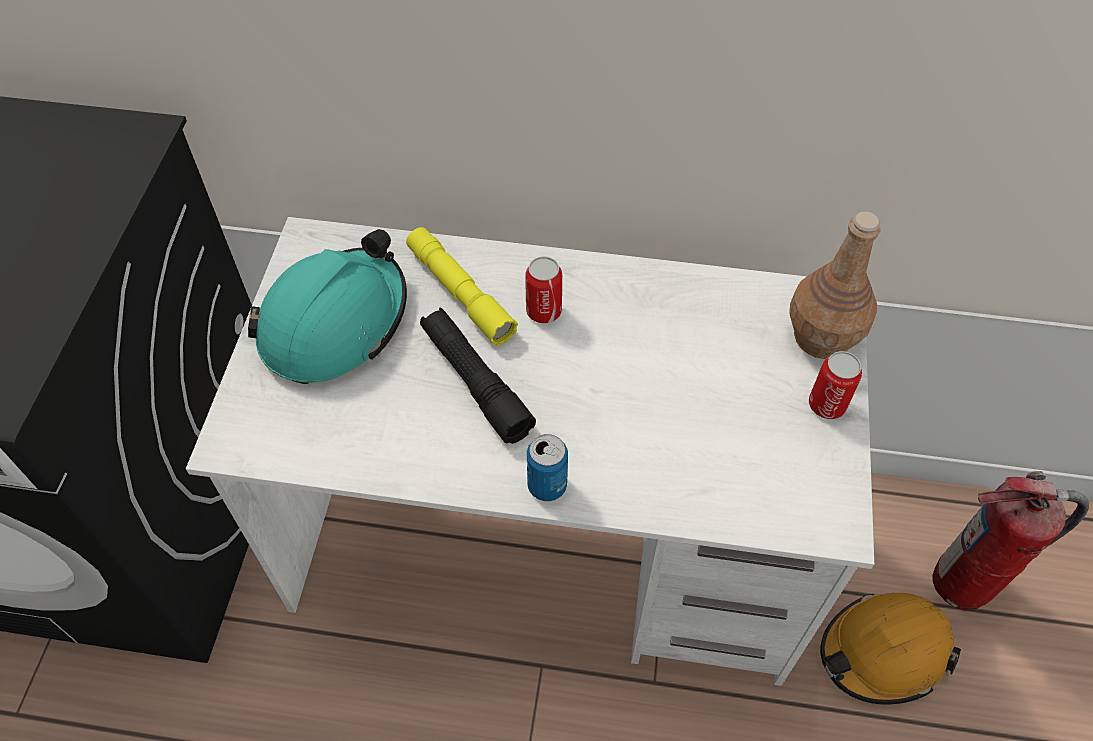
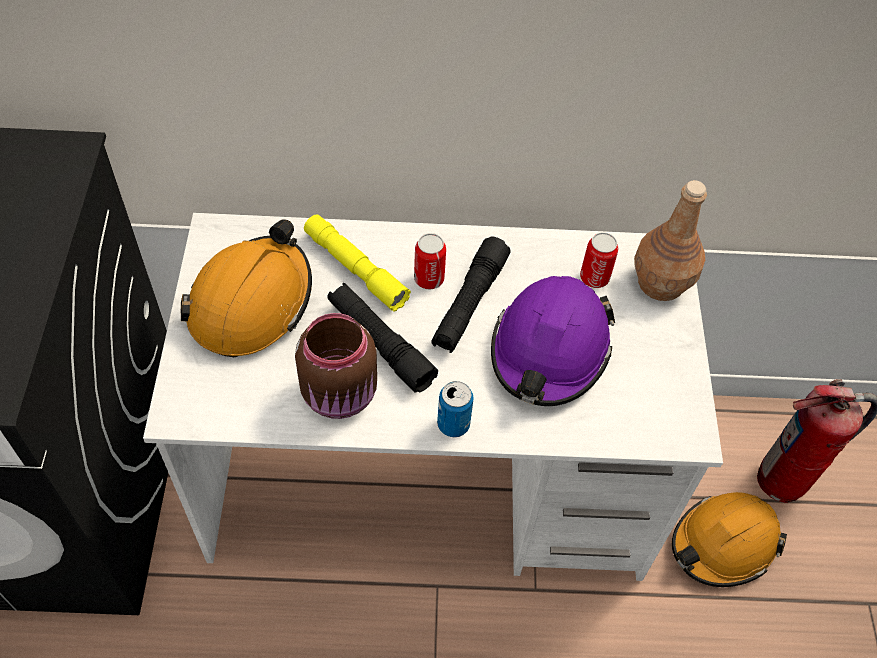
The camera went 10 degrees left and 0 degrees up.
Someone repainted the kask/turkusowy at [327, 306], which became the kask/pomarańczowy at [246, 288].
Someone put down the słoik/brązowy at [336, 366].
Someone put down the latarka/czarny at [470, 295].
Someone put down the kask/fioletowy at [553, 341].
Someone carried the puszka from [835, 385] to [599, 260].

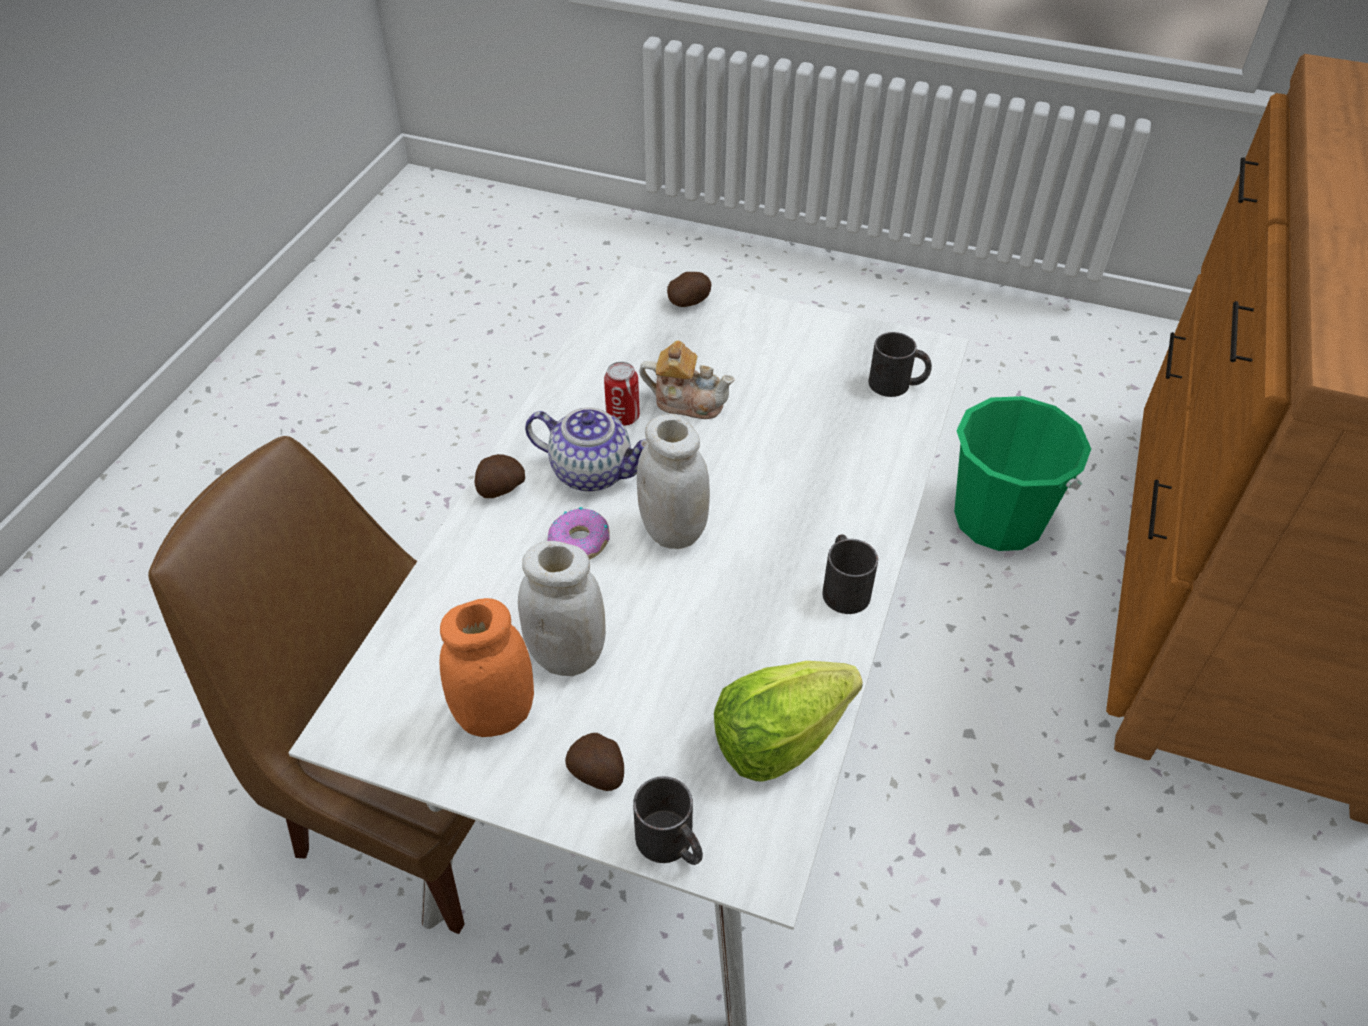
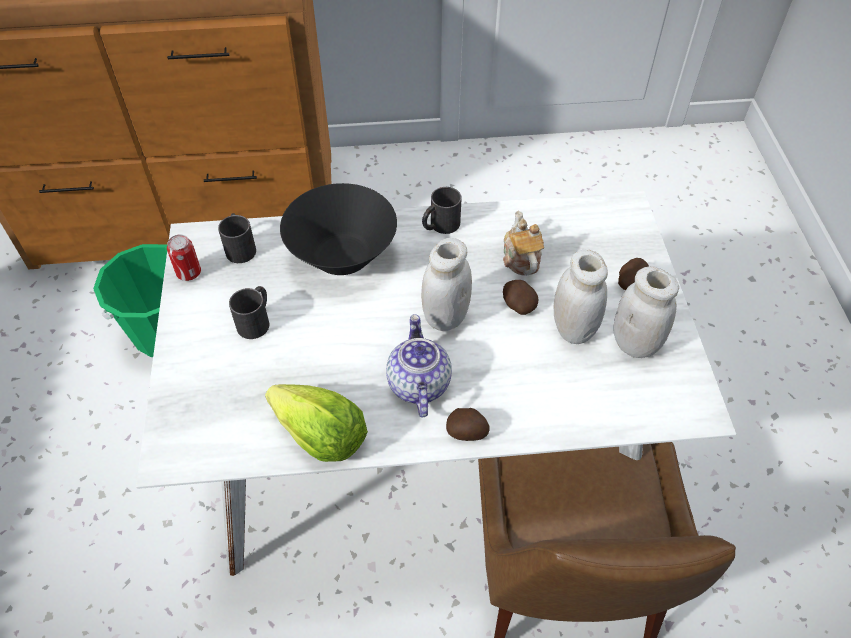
The camera went 115 degrees left and 5 degrees up.
Someone carried the puszka from [622, 394] to [184, 257].
Someone carried the kubek/czarny from [668, 820] to [249, 312].
Someone carried the sałata from [788, 721] to [316, 423].
Someone put down the miska/czarny at [338, 229].
Someone carried the imbryk from [687, 380] to [523, 243].
Someone carried the ziemniak from [689, 289] to [520, 297].
Someone repainted the słoik/pomarańczowy at [487, 667], which became the słoik/biały at [646, 312].
Someone took away the donut at [579, 533].

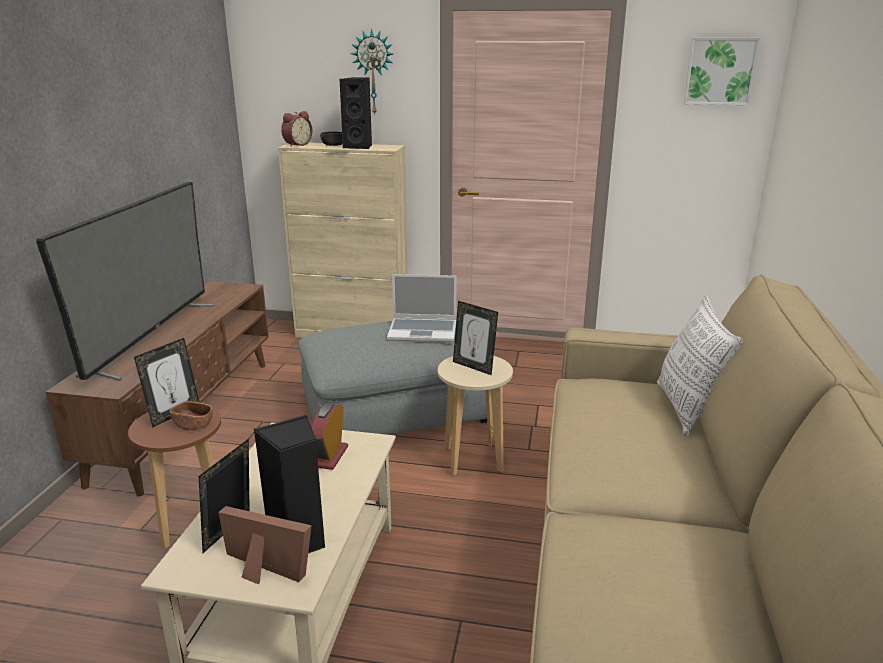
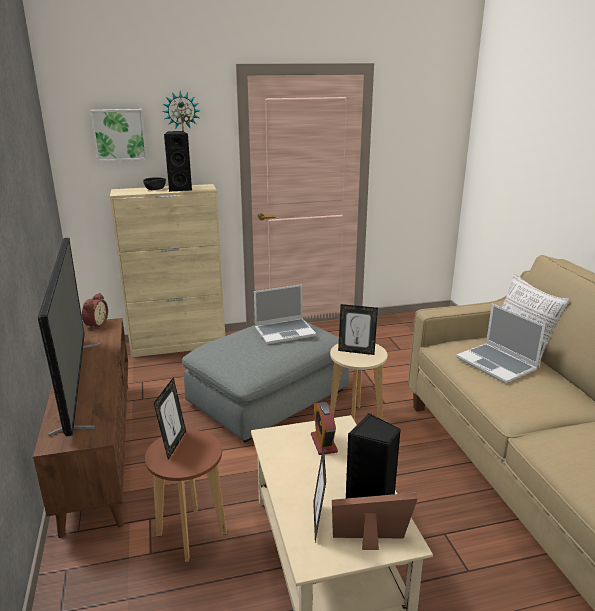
The camera went 25 degrees left and 0 degrees up.
Someone carried the budzik from [296, 129] to [95, 311].
Someone carried the obraz from [721, 71] to [118, 135].
Someone put down the laptop at [500, 343].
Someone took away the miska/brązowy at [191, 416].

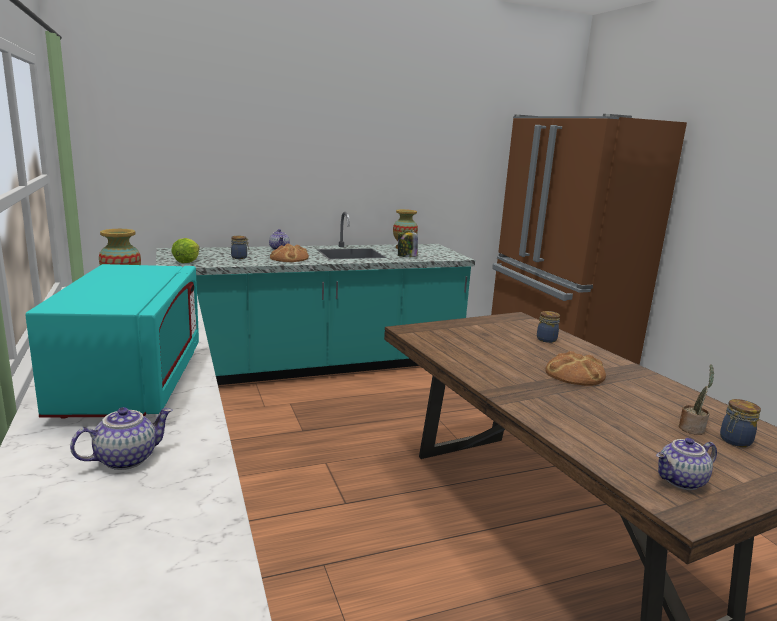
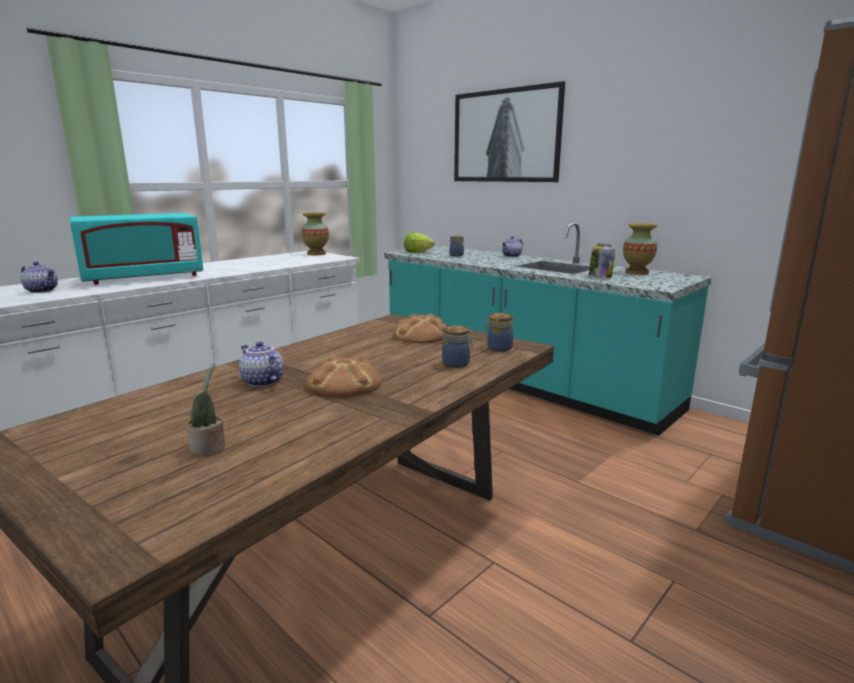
The camera went 65 degrees right and 0 degrees up.
Someone carried the imbryk from [686, 464] to [261, 364].
Someone carried the chleb from [289, 253] to [420, 328].
Someone put up the obraz at [509, 131].
Someone carried the słoik from [740, 423] to [499, 332].

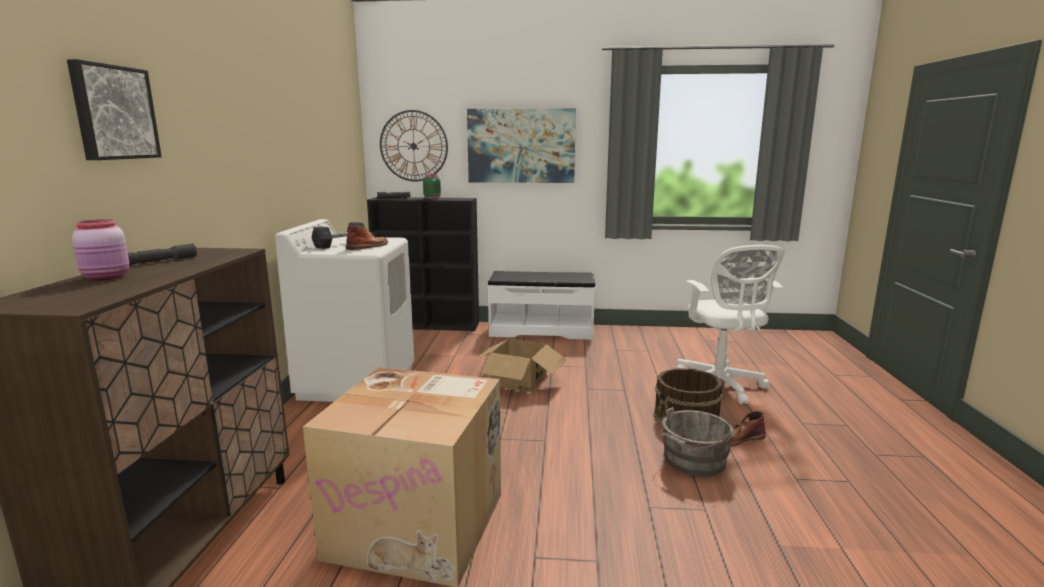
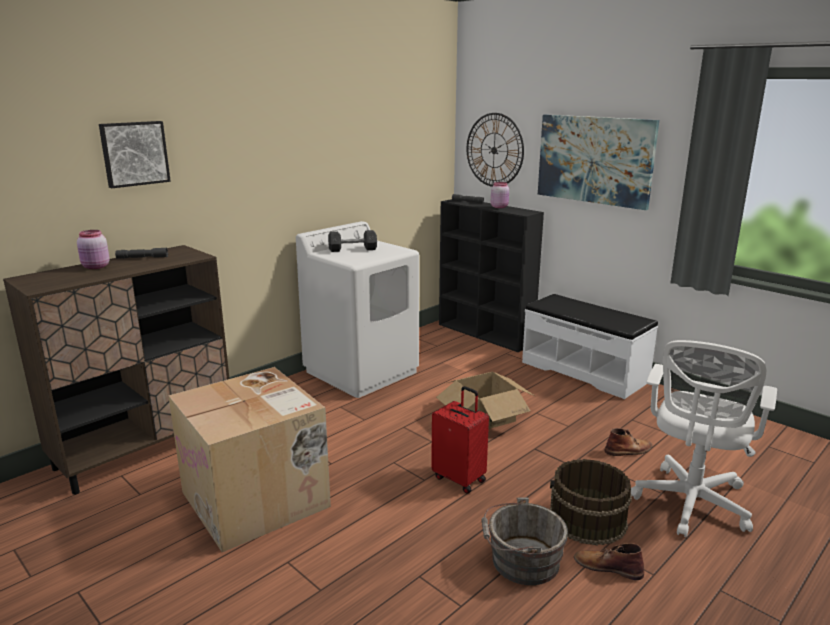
The camera went 40 degrees right and 5 degrees up.
Someone put down the walizka/czerwony at [460, 440].
Someone repainted the słoik/zielony at [432, 186], which became the słoik/różowy at [500, 195].
Someone carried the but z cholewką/brązowy from [367, 237] to [628, 442].

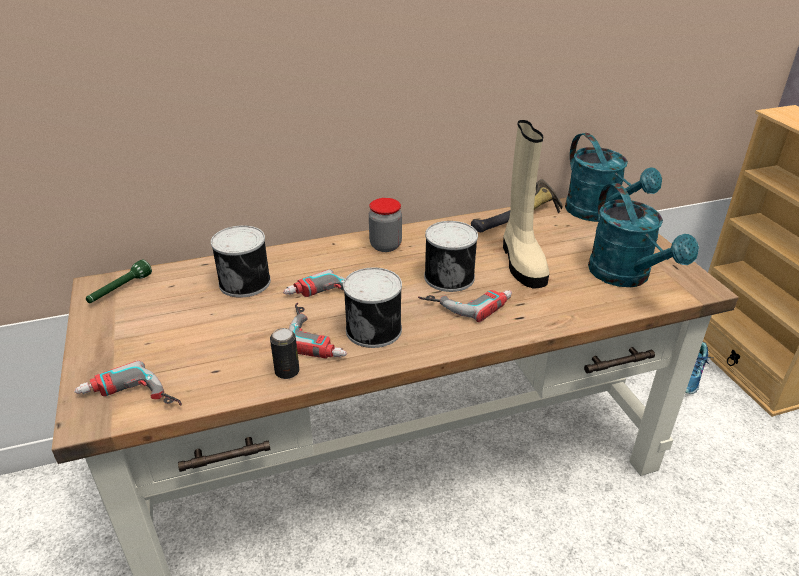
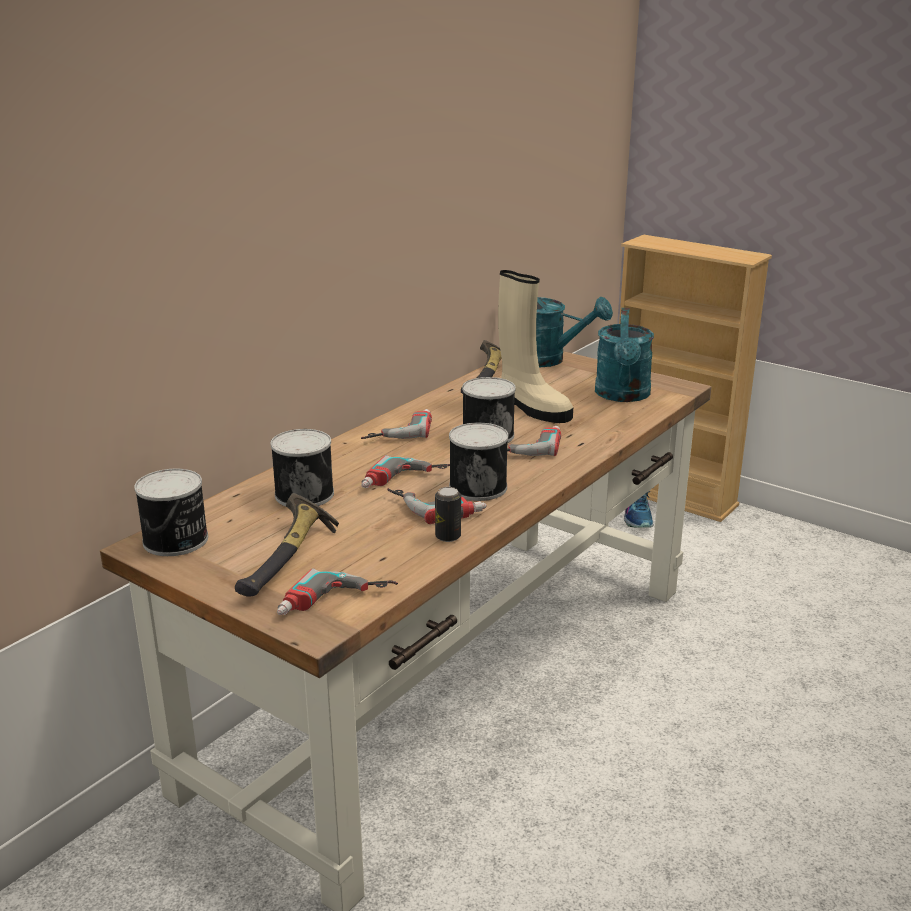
The camera went 35 degrees left and 10 degrees down.
Someone swapped the latarka/zielony at [119, 281] for the puszka at [171, 512].
Someone put down the młotek at [287, 545].
Someone swapped the słoik at [385, 225] for the wiertarka at [396, 424].
Someone rotated the konewka/turkusowy at [643, 235] by 60 degrees clockwise.

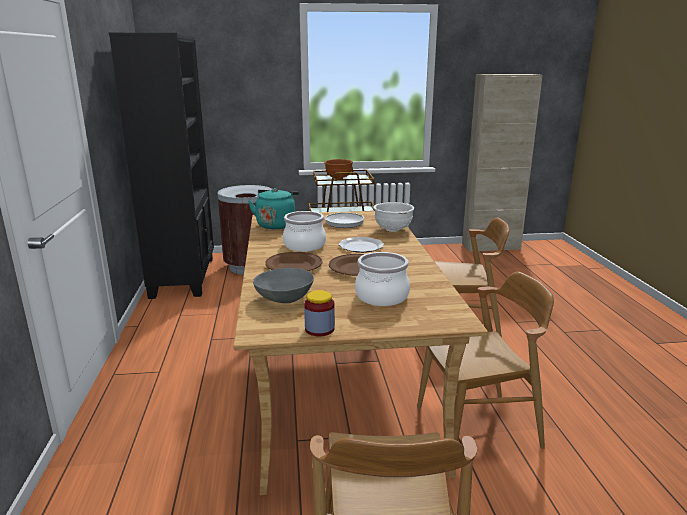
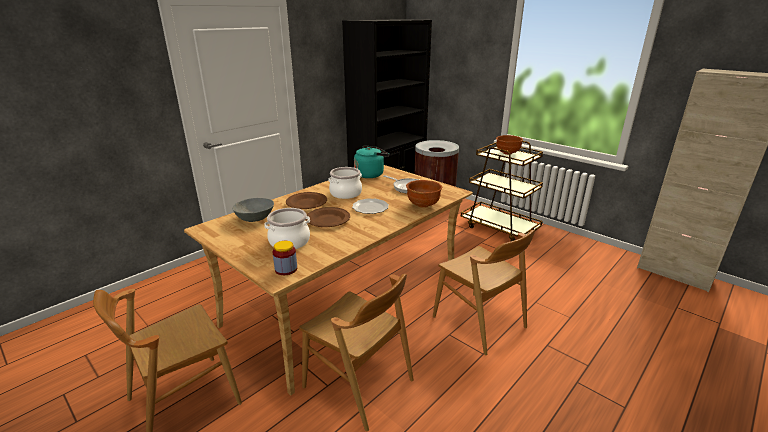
The camera went 50 degrees right and 5 degrees up.
Someone carried the słoik from [319, 313] to [285, 258].
Someone repainted the miska/biały at [393, 217], which became the miska/brązowy at [424, 194].

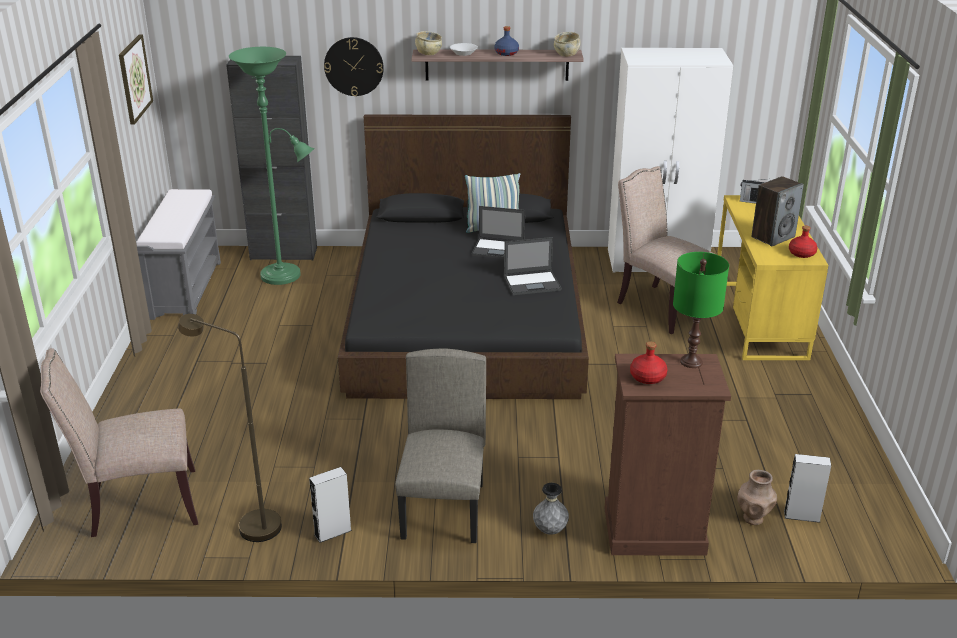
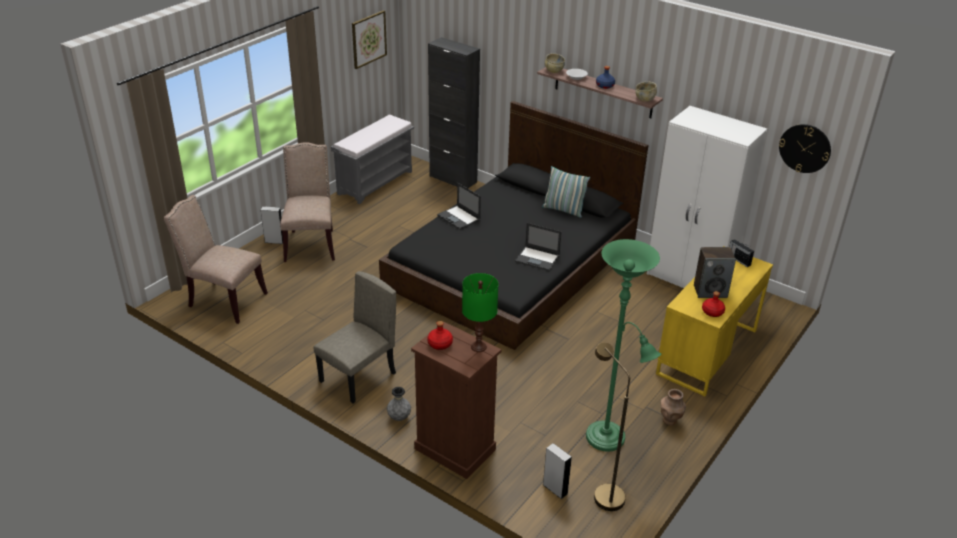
The camera went 35 degrees right and 5 degrees up.
Someone carried the głośnik/szary from [330, 505] to [272, 225].
Someone carried the krzesło/beżowy from [665, 250] to [307, 202].
Someone carried the laptop from [498, 232] to [459, 206].
Someone carried the lampa stojąca/zielony from [272, 166] to [623, 345].
Someone carried the lampa stojąca/brązowy from [230, 428] to [612, 426].
Someone carried the wazon/brązowy from [757, 497] to [673, 407].
Someone carried the zegar ścienny from [354, 66] to [805, 148].

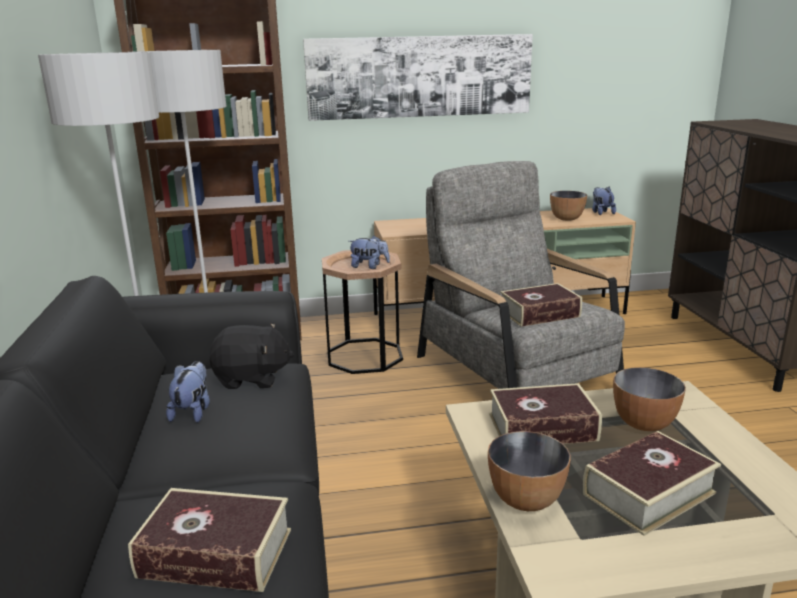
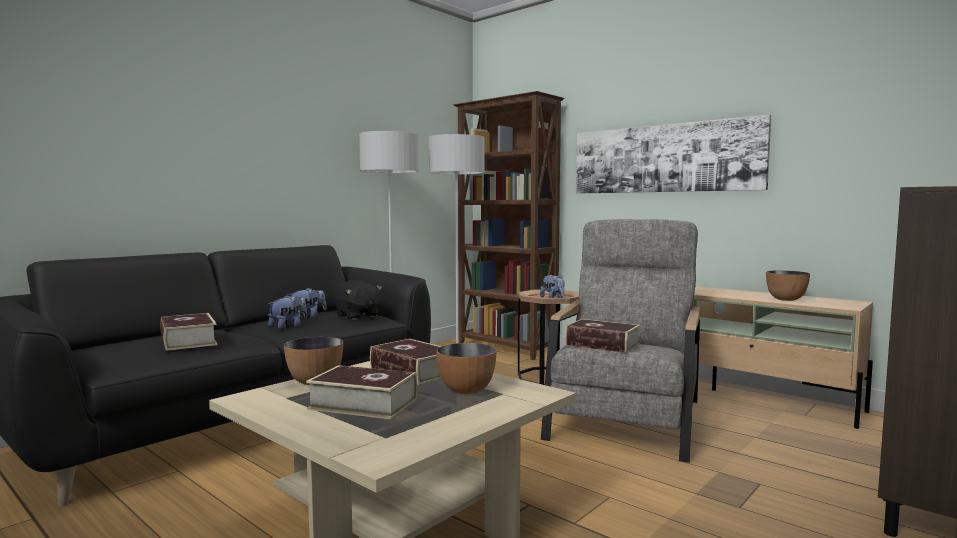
The camera went 50 degrees right and 15 degrees down.
Someone carried the pluszak from [604, 201] to [287, 312].

